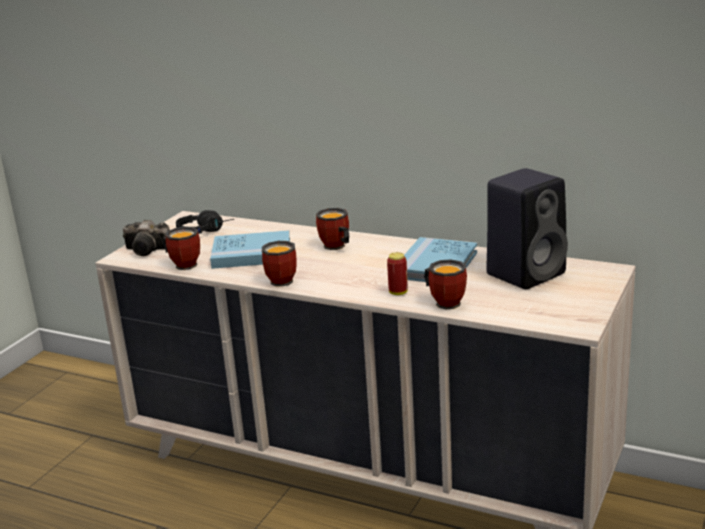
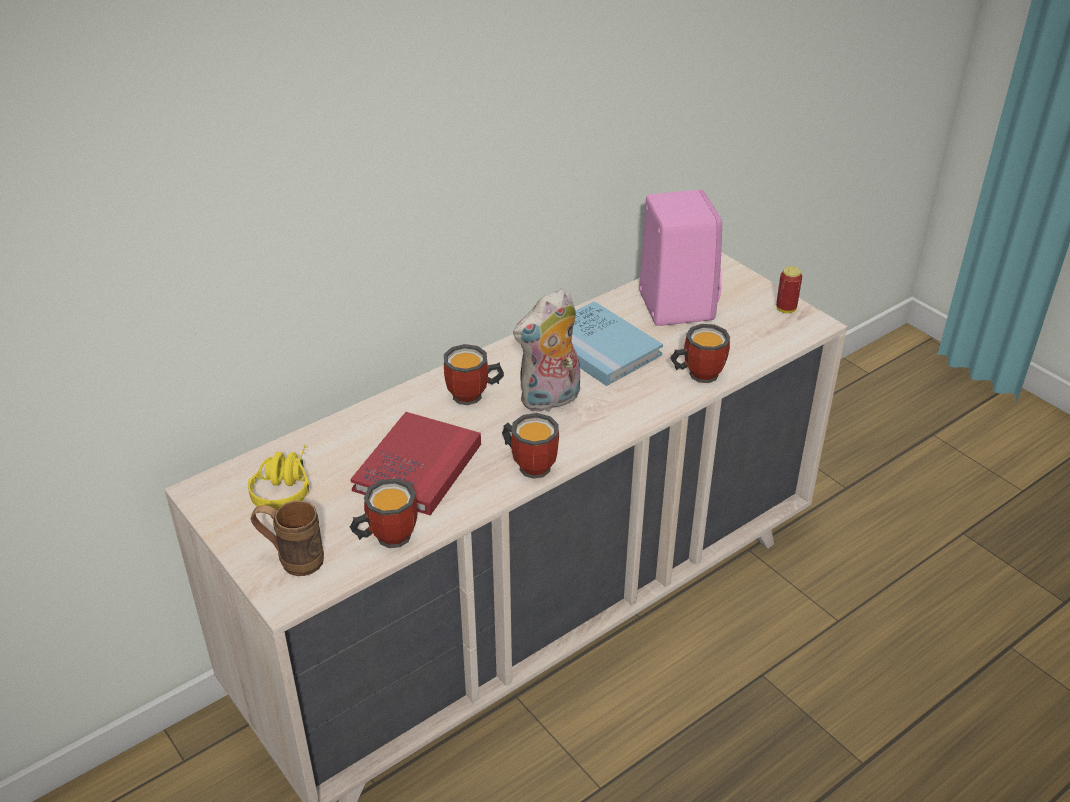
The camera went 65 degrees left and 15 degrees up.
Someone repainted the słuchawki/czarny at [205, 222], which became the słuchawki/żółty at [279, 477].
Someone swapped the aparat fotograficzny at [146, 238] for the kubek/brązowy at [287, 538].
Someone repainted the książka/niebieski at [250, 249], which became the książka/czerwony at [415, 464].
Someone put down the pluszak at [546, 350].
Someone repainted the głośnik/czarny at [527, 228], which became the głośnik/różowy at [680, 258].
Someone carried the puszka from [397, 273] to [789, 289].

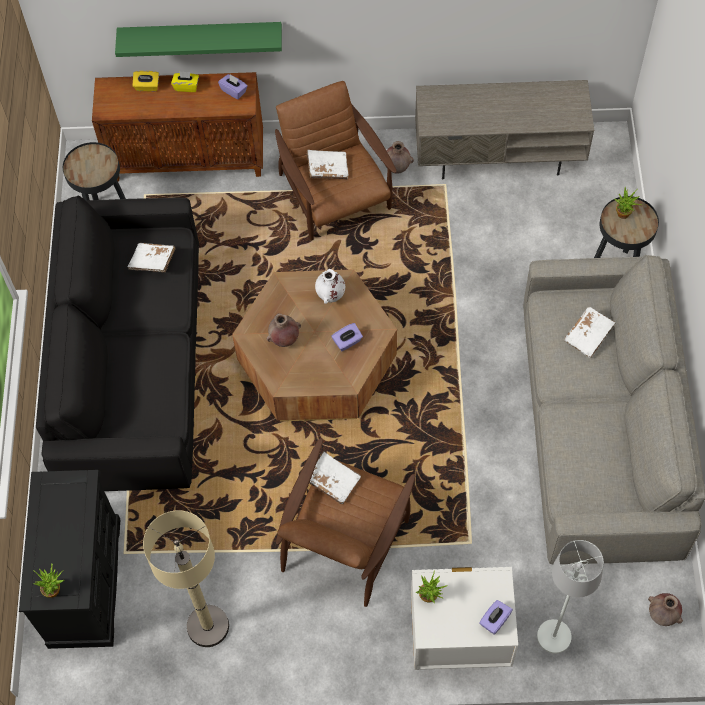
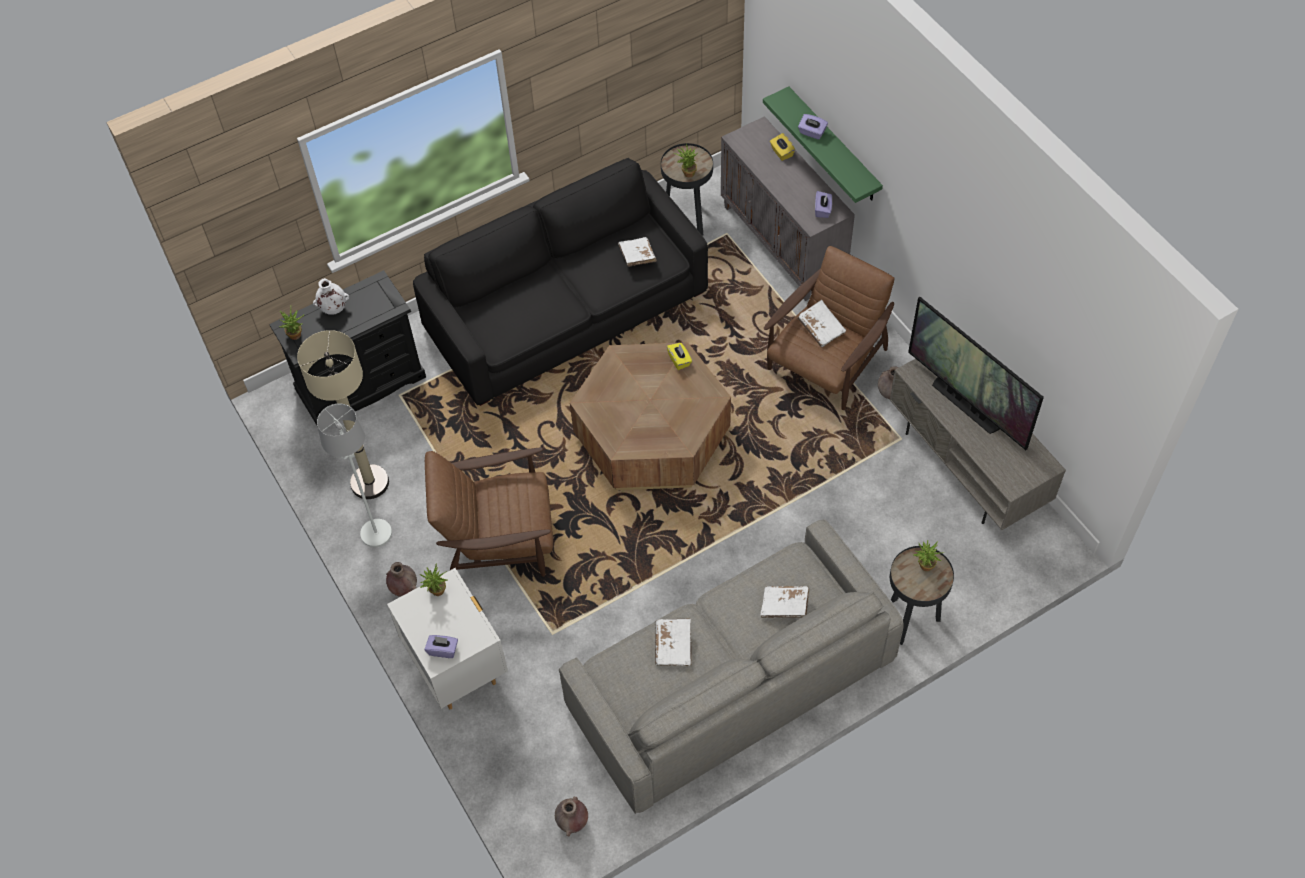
The camera went 60 degrees right and 5 degrees down.
Someone carried the wazon/biały from [330, 286] to [331, 296].
Someone carried the lampa stojąca/biały from [570, 597] to [354, 475].
Someone carried the wazon/brązowy from [283, 330] to [401, 579].
Someone carried the książka/biały from [335, 478] to [673, 642].
Someone carried the pudełko chusteczek/żółty from [185, 81] to [679, 356].
Someone put down the roślina doniczkowa at [685, 160].
Someone repainted the szafka/brązowy at [177, 126], which became the szafka/szary at [788, 208].
Someone carried the pudełko chusteczek/fioletowy from [347, 337] to [813, 127].
Someone put down the telewizor at [976, 373].

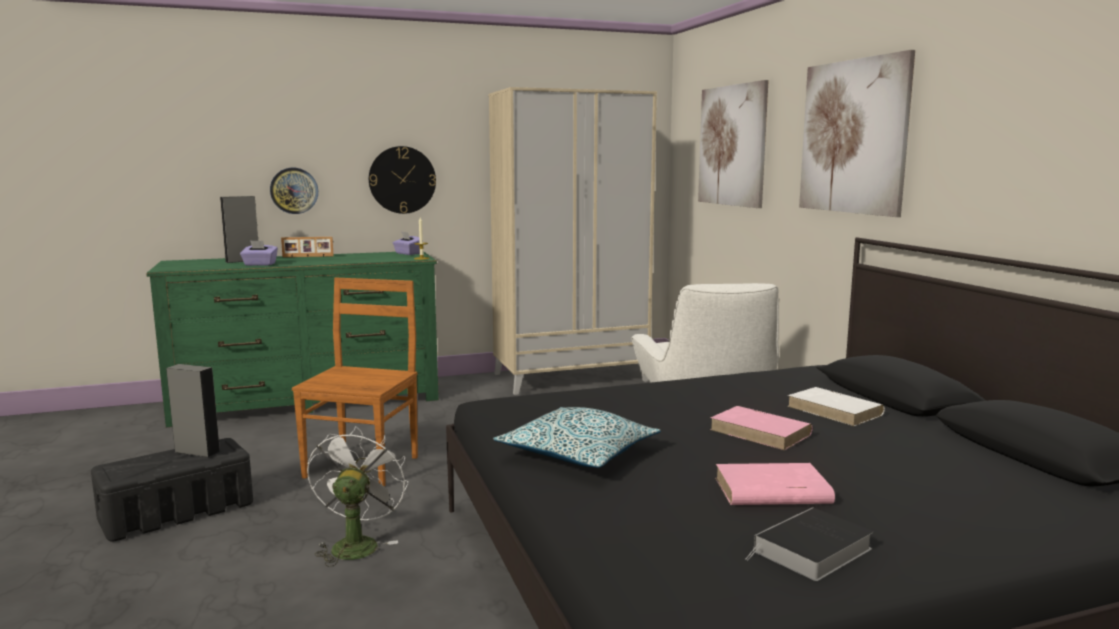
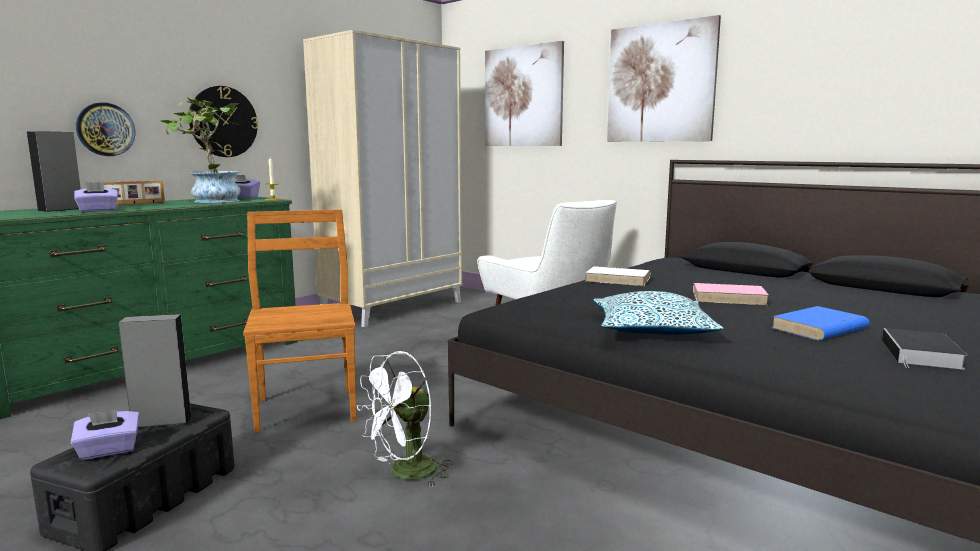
The camera went 30 degrees left and 0 degrees up.
Someone put down the pudełko chusteczek/fioletowy at [104, 435].
Someone put down the roślina doniczkowa at [199, 150].
Someone rotated the wentylator/biały at [357, 496] by 105 degrees counterclockwise.
Someone carried the książka/biały from [836, 406] to [617, 276].
Someone repainted the książka/różowy at [775, 484], which became the książka/niebieski at [821, 323].

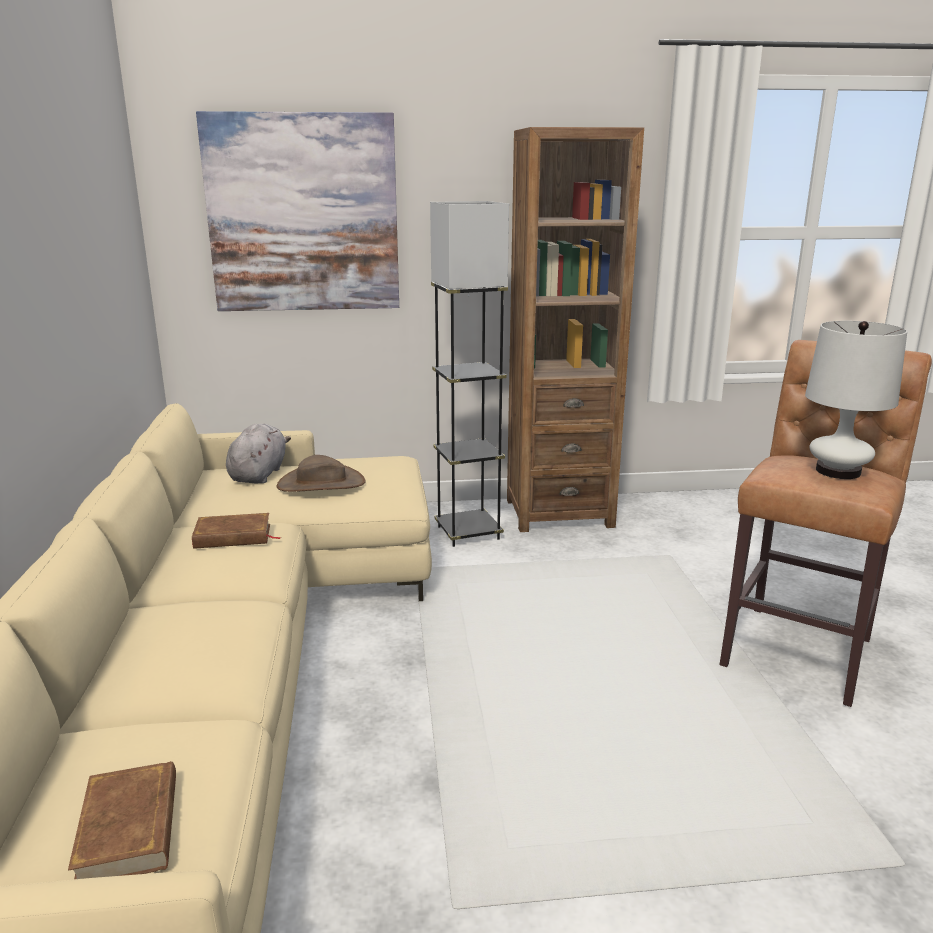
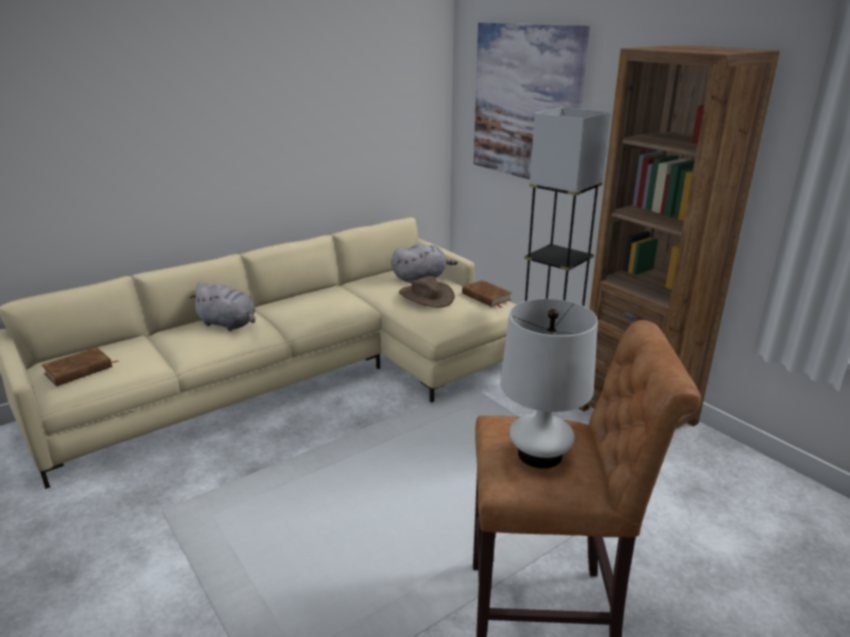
The camera went 60 degrees right and 5 degrees up.
Someone put down the pluszak/szary at [223, 306].
Someone carried the książka/brązowy from [236, 531] to [487, 294].

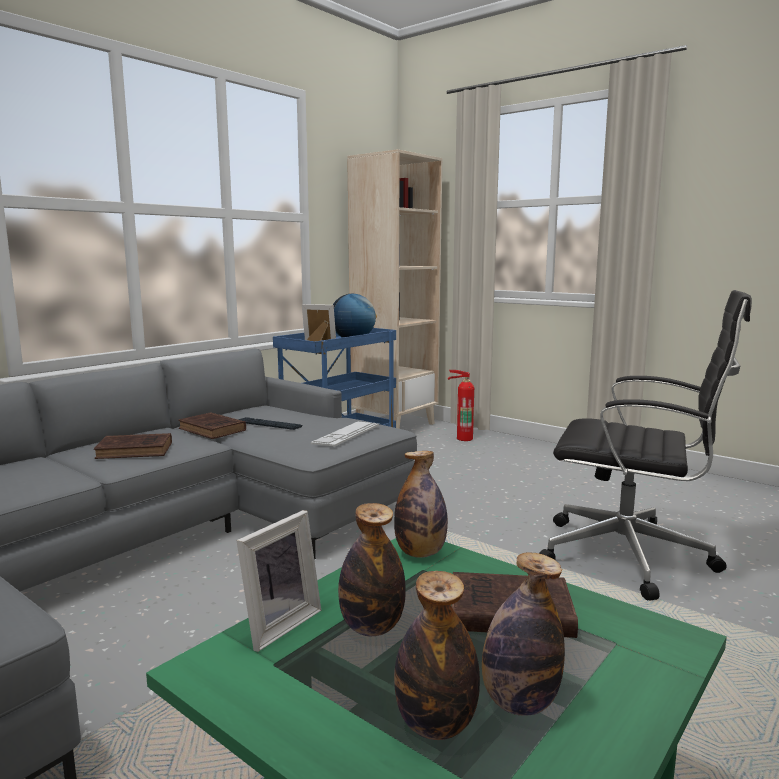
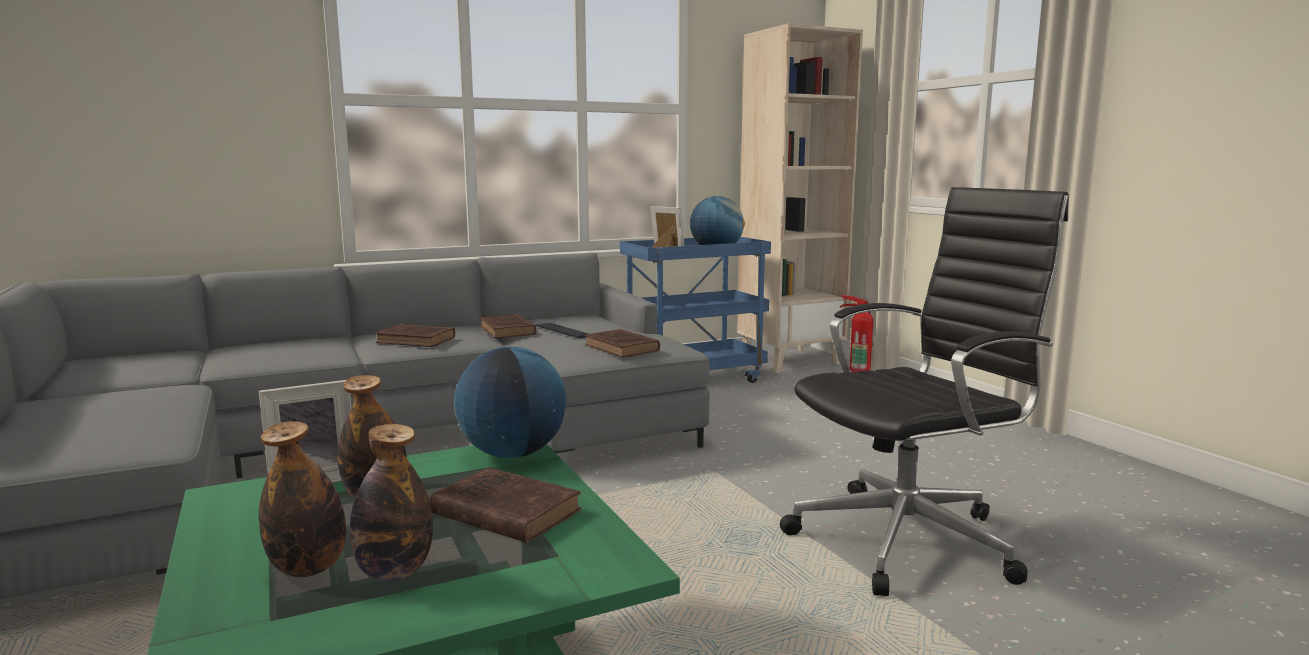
The camera went 25 degrees right and 0 degrees up.
Someone swapped the butelka at [421, 504] for the globus at [510, 402].
Someone swapped the klawiatura at [345, 434] for the książka/brązowy at [622, 343].
Someone rotated the krzesło biurowe/czarny at [645, 445] by 75 degrees counterclockwise.

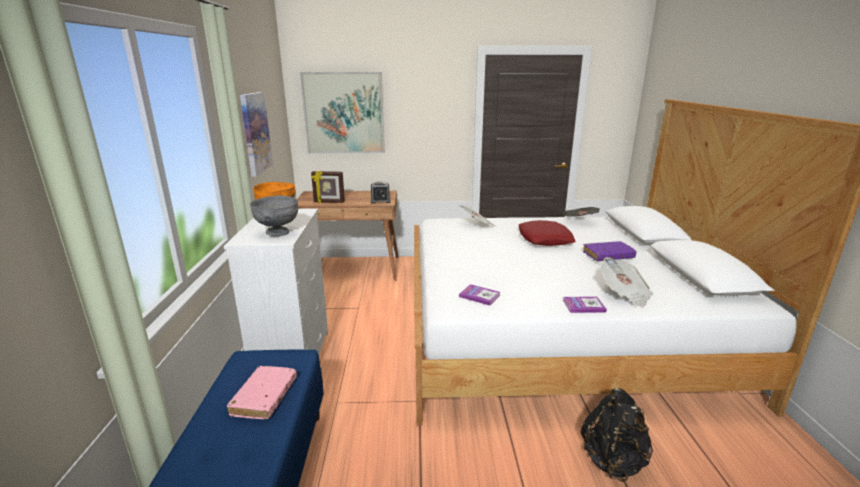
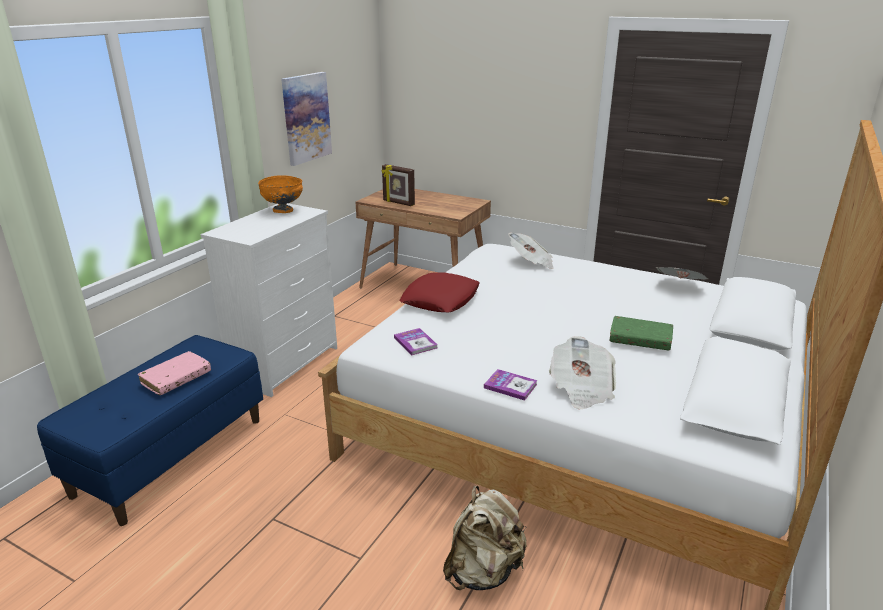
The camera went 30 degrees right and 5 degrees up.
Someone carried the poduszka/czerwony from [547, 233] to [440, 292].
Someone repainted the plecak/czarny at [616, 435], which became the plecak/beżowy at [485, 538].
Someone repainted the książka/fioletowy at [610, 251], which became the książka/zielony at [641, 333].
Someone took away the miska/szary at [274, 215].
Someone took away the obraz at [342, 112].
Someone took away the budzik at [381, 193].

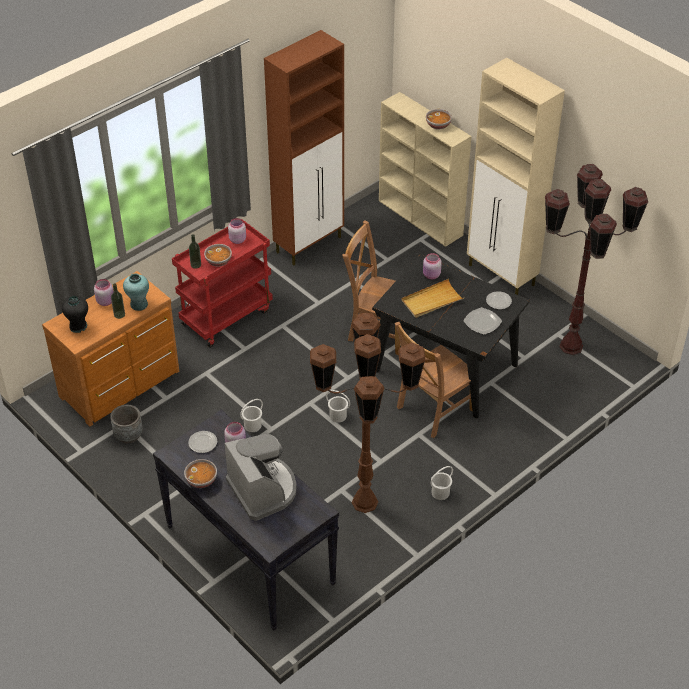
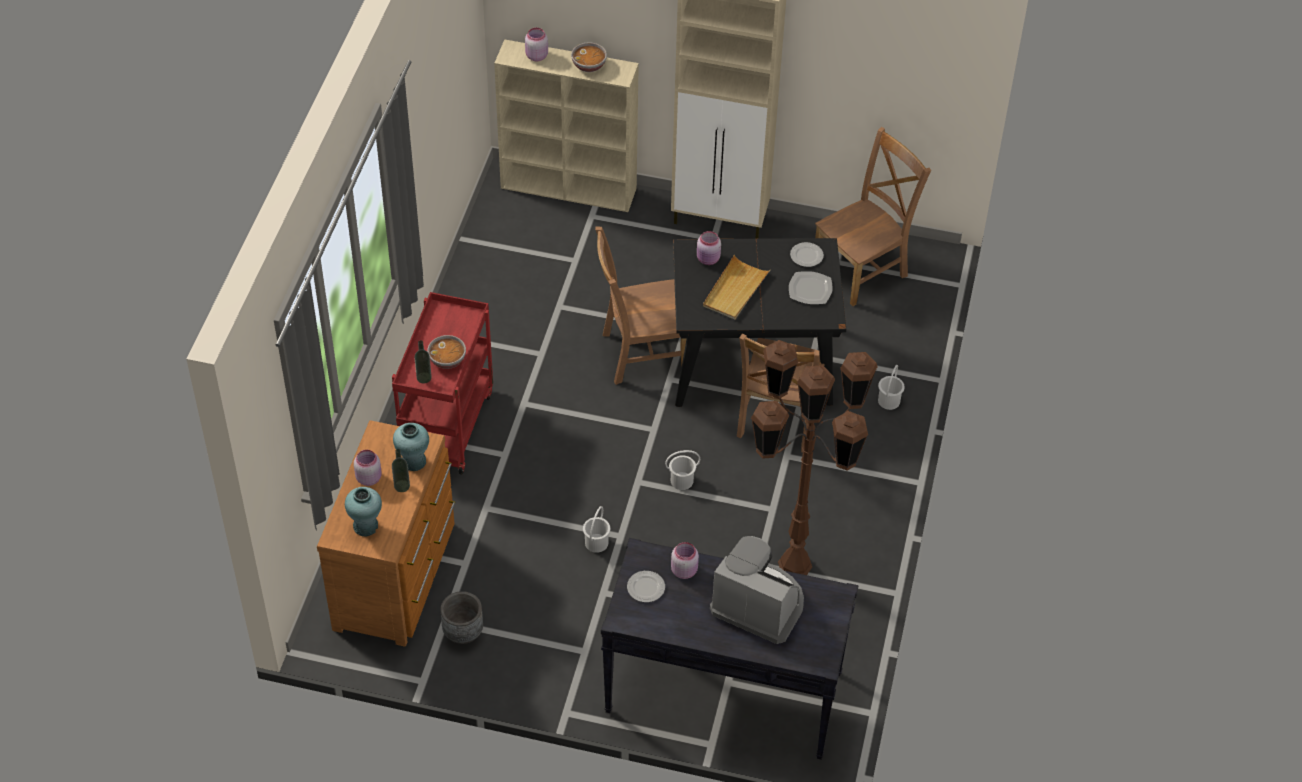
The camera went 35 degrees left and 5 degrees up.
Someone repainted the wazon/czarny at [75, 314], which became the wazon/turkusowy at [363, 512].
Someone carried the słoik/różowy from [237, 231] to [536, 44].
Someone swapped the lampa stojąca/brązowy at [596, 259] for the krzesło/brązowy at [873, 216].
Someone carried the wiadro/biały from [441, 483] to [891, 387].
Someone took away the miska at [200, 473].
Someone took away the szafka/brązowy at [304, 148].

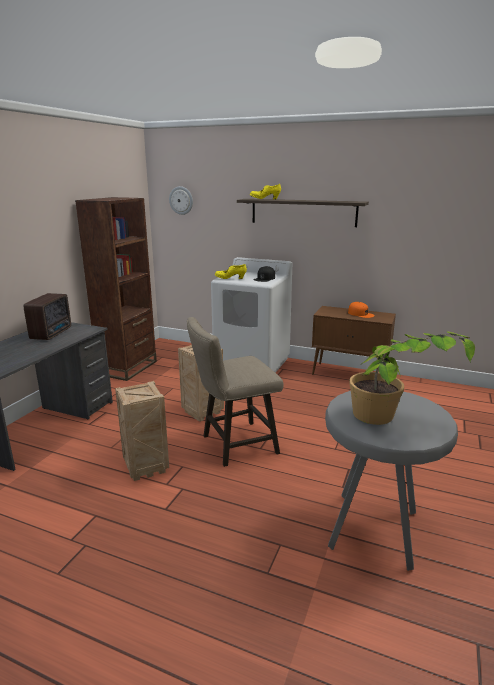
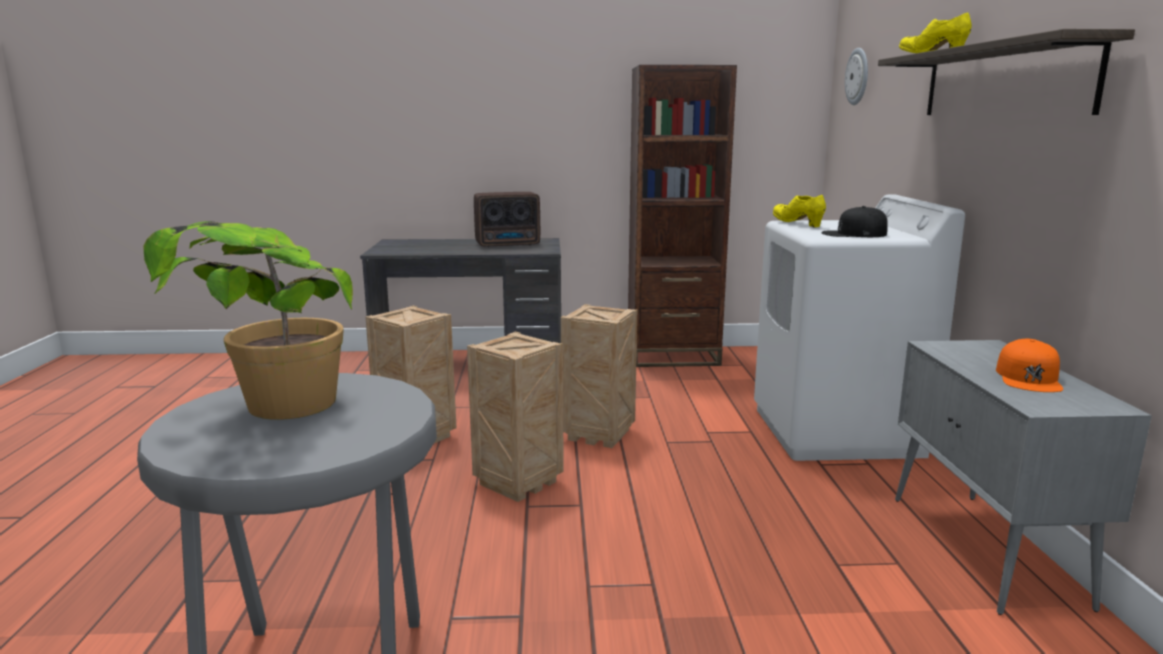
The camera went 65 degrees right and 5 degrees down.
Someone swapped the stołek/beżowy at [235, 392] for the skrzynka at [515, 416].
Someone repainted the szafka/brązowy at [354, 340], which became the szafka/szary at [1023, 477].

